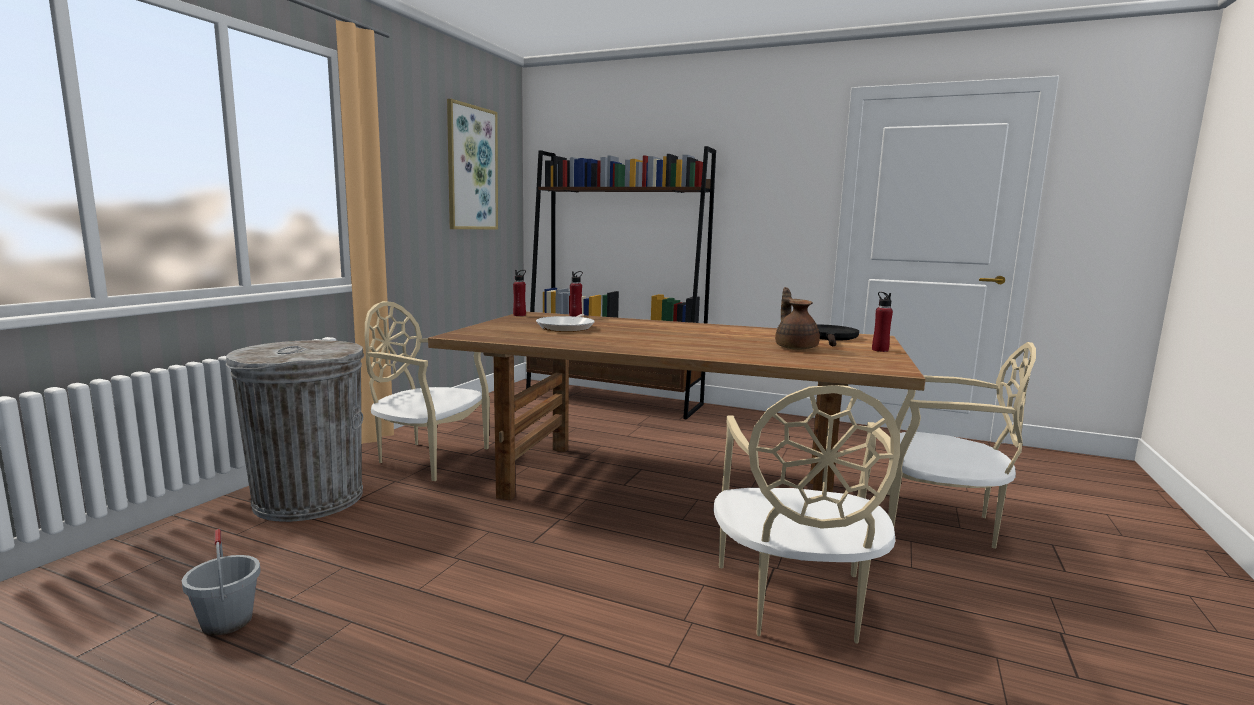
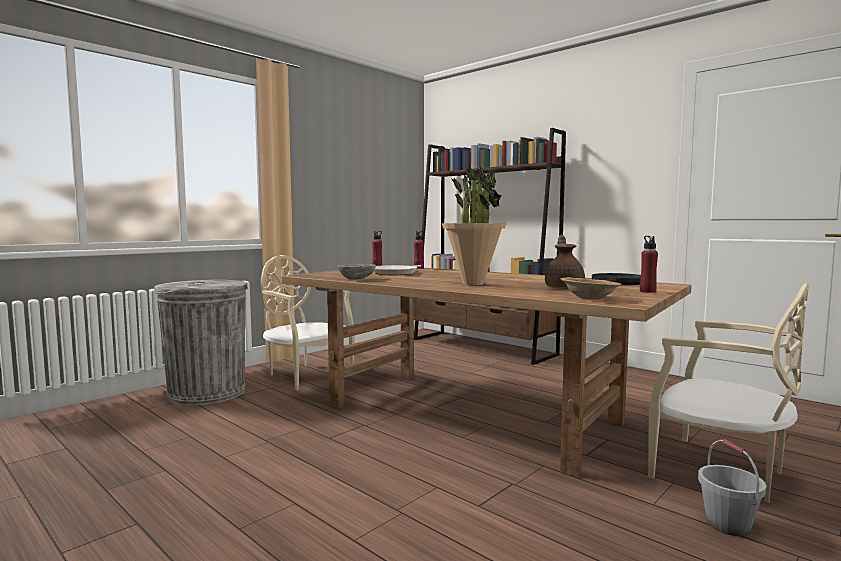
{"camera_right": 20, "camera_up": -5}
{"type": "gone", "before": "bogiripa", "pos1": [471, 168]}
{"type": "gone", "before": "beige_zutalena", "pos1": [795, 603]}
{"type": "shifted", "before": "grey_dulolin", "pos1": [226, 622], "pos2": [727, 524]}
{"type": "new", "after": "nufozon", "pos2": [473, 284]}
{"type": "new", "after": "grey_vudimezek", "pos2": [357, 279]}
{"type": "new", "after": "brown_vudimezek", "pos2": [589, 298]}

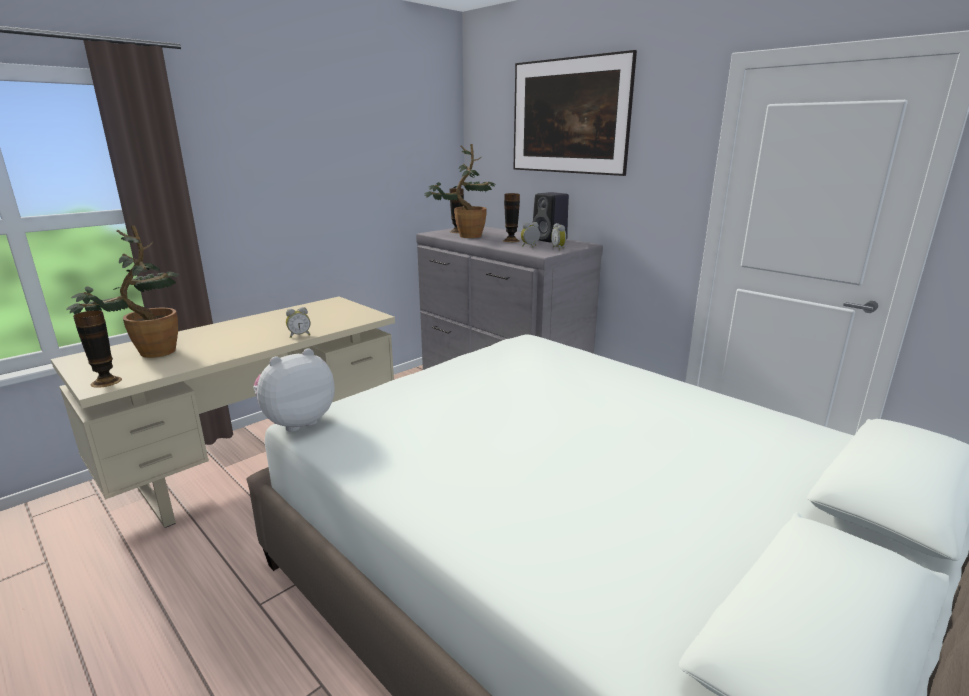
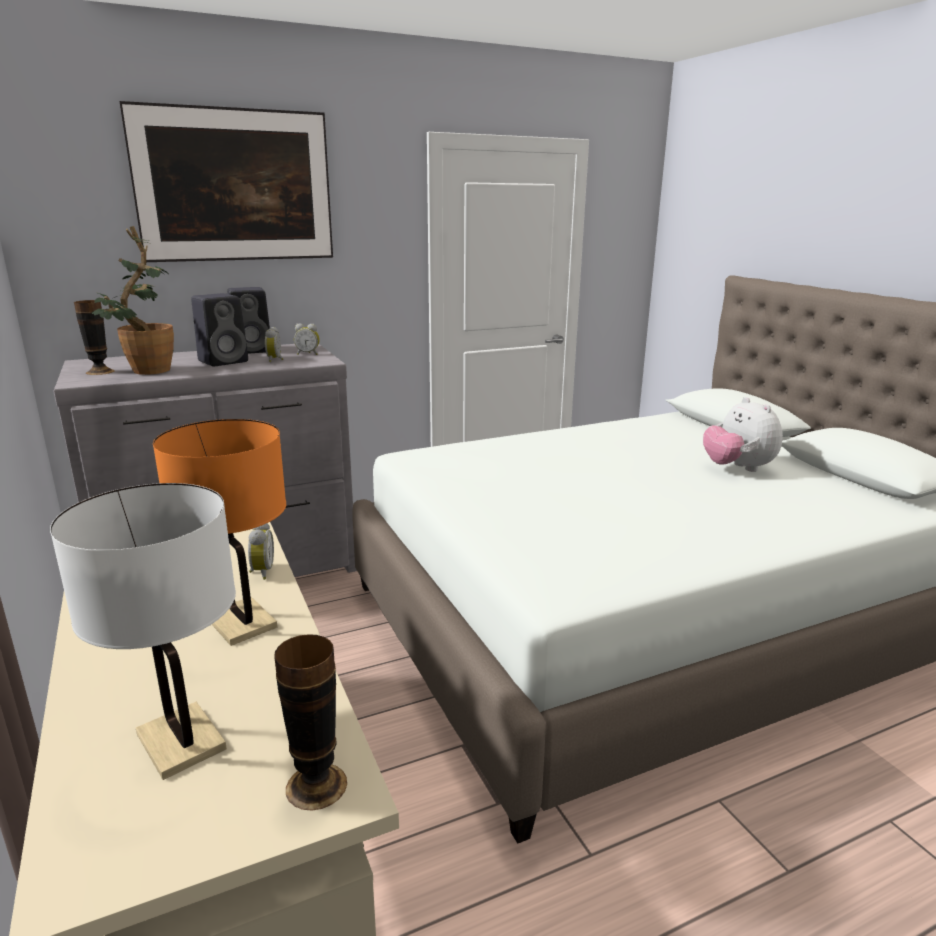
{"camera_right": -70, "camera_up": 0}
{"type": "swapped", "before": "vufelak", "after": "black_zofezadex", "pos1": [511, 240], "pos2": [224, 361]}
{"type": "swapped", "before": "nufozon", "after": "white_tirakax", "pos1": [148, 354], "pos2": [180, 741]}
{"type": "shifted", "before": "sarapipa", "pos1": [297, 422], "pos2": [737, 468]}
{"type": "new", "after": "orange_tirakax", "pos2": [241, 623]}

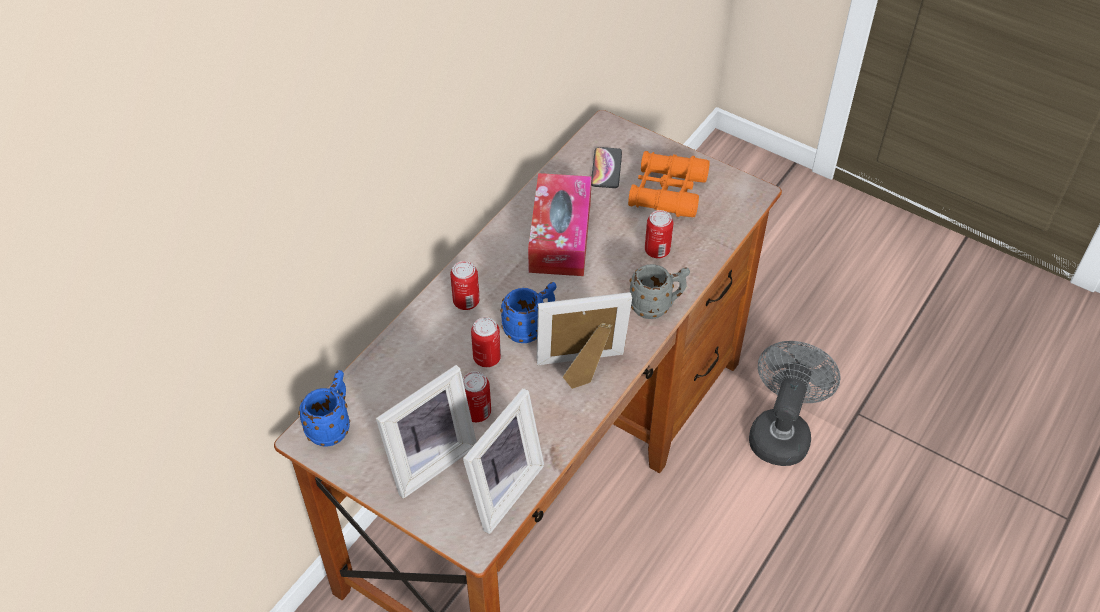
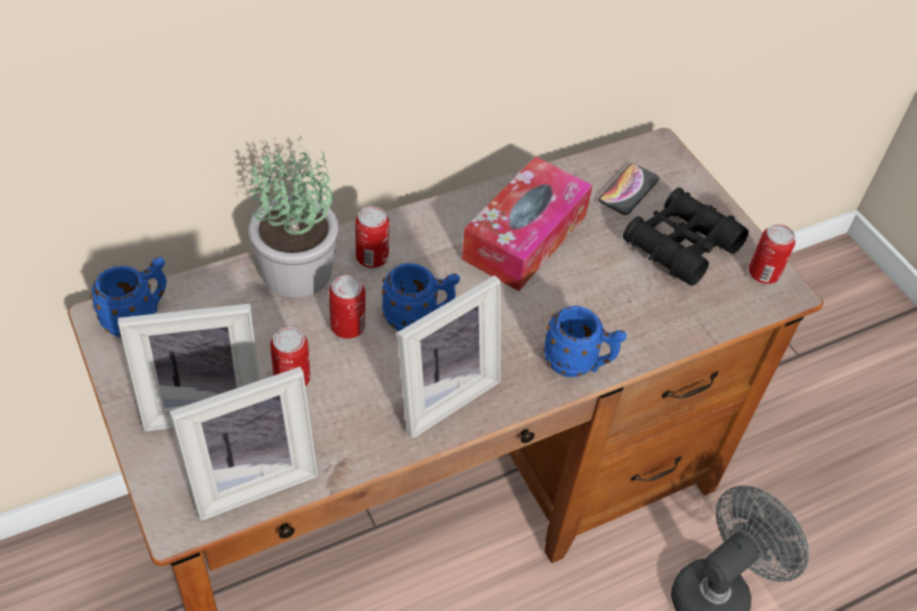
{"camera_right": 25, "camera_up": 0}
{"type": "repainted", "before": "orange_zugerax", "after": "black_zugerax", "pos1": [667, 192], "pos2": [680, 245]}
{"type": "shifted", "before": "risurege", "pos1": [657, 251], "pos2": [763, 274]}
{"type": "repainted", "before": "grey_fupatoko", "after": "blue_fupatoko", "pos1": [657, 306], "pos2": [578, 364]}
{"type": "rotated", "before": "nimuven", "pos1": [582, 370], "pos2": [441, 393], "turn": 120}
{"type": "new", "after": "nufozon", "pos2": [298, 272]}

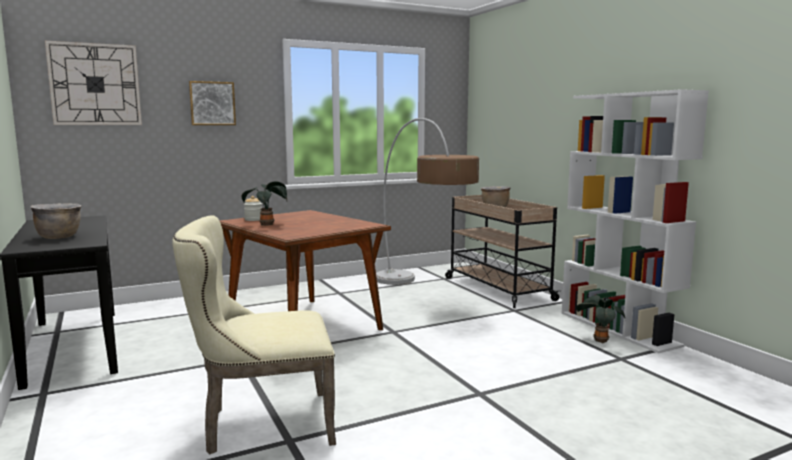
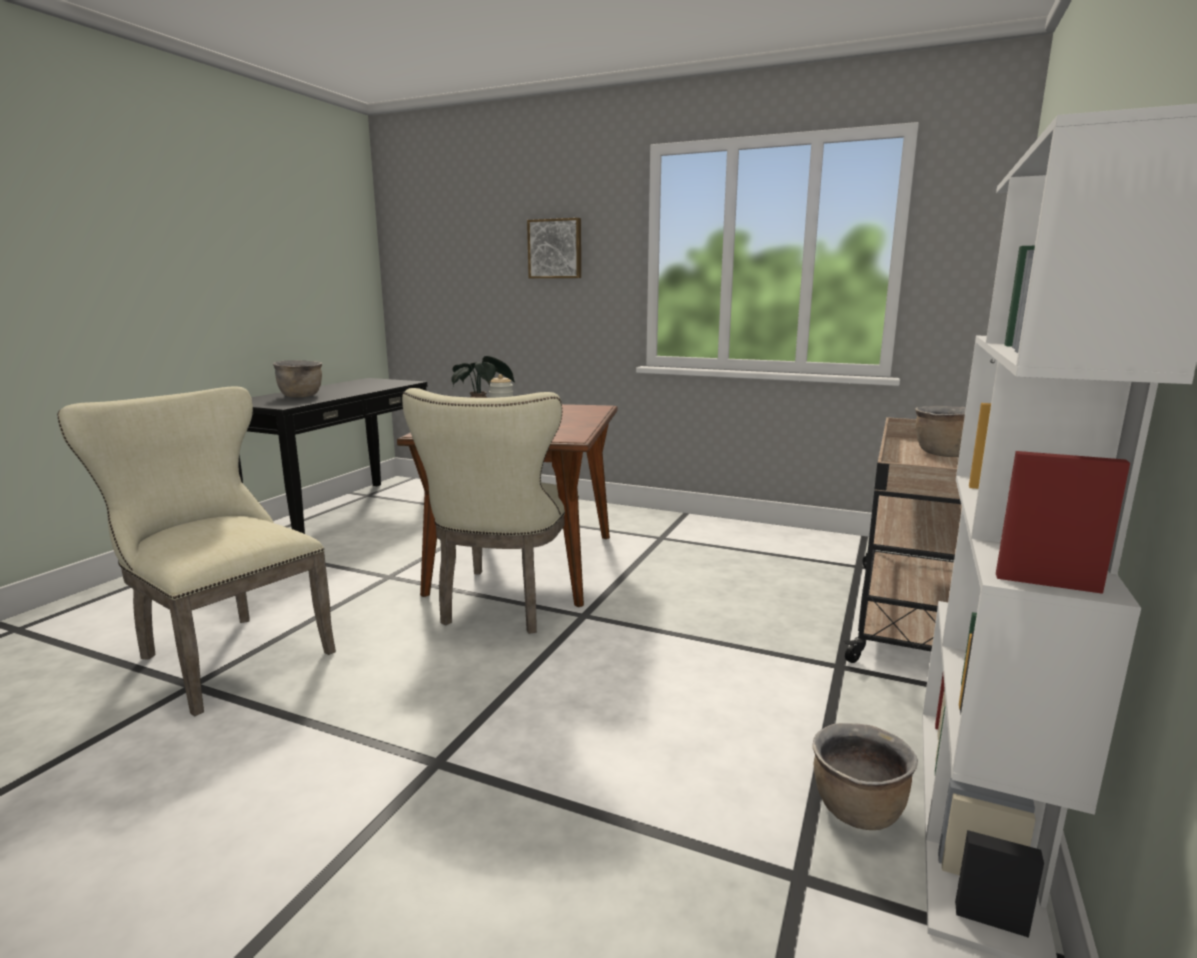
{"camera_right": 50, "camera_up": 5}
{"type": "gone", "before": "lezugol", "pos1": [95, 84]}
{"type": "gone", "before": "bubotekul", "pos1": [422, 293]}
{"type": "swapped", "before": "nufozon", "after": "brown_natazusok", "pos1": [599, 340], "pos2": [856, 811]}
{"type": "new", "after": "beige_zutalena", "pos2": [505, 605]}

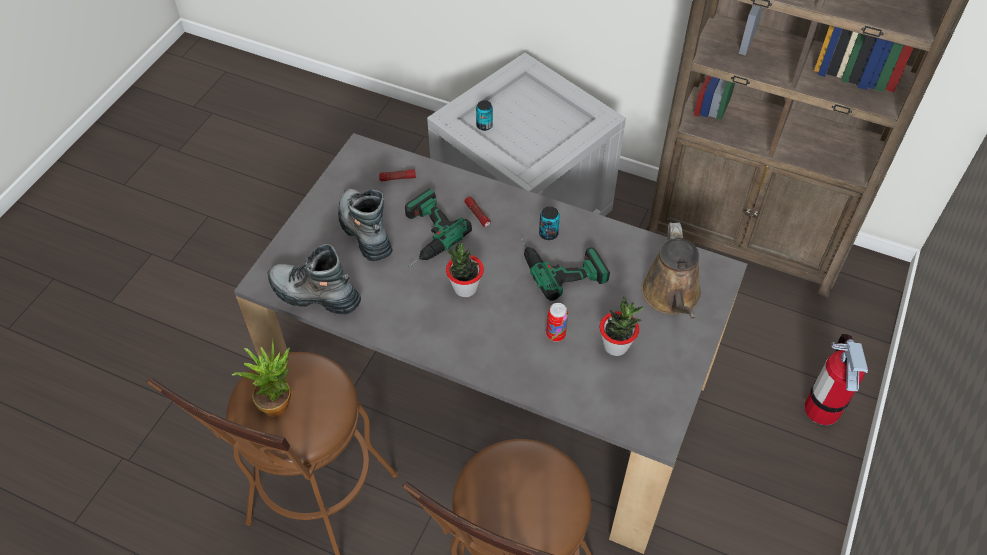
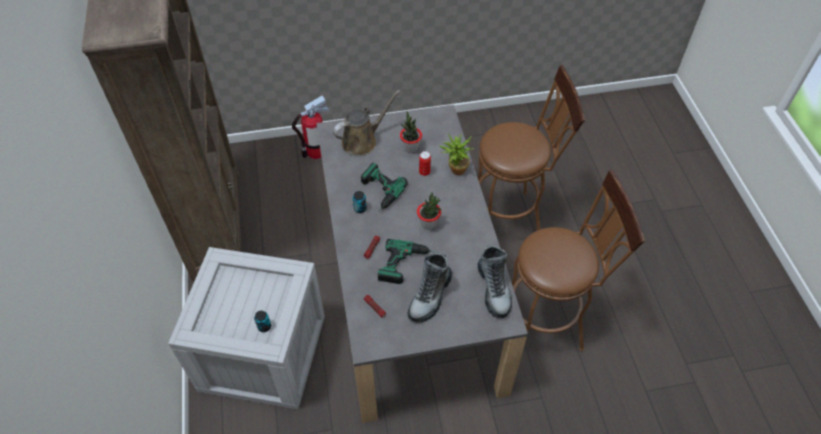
{"camera_right": -125, "camera_up": 0}
{"type": "shifted", "before": "nufozon", "pos1": [277, 400], "pos2": [455, 170]}

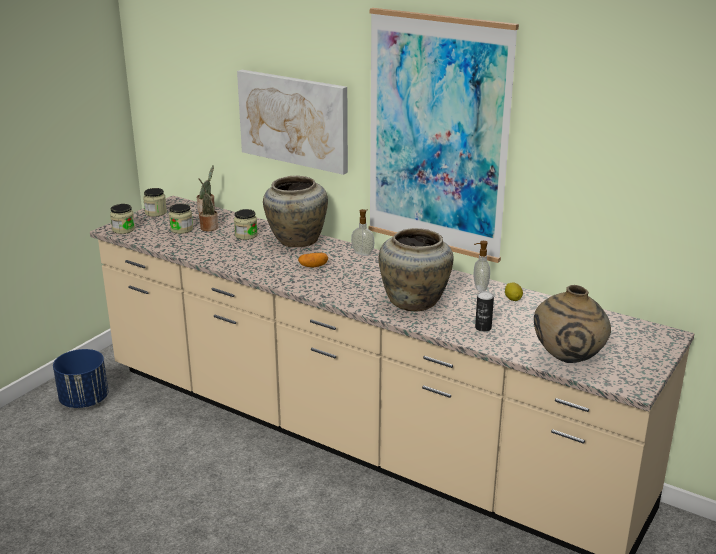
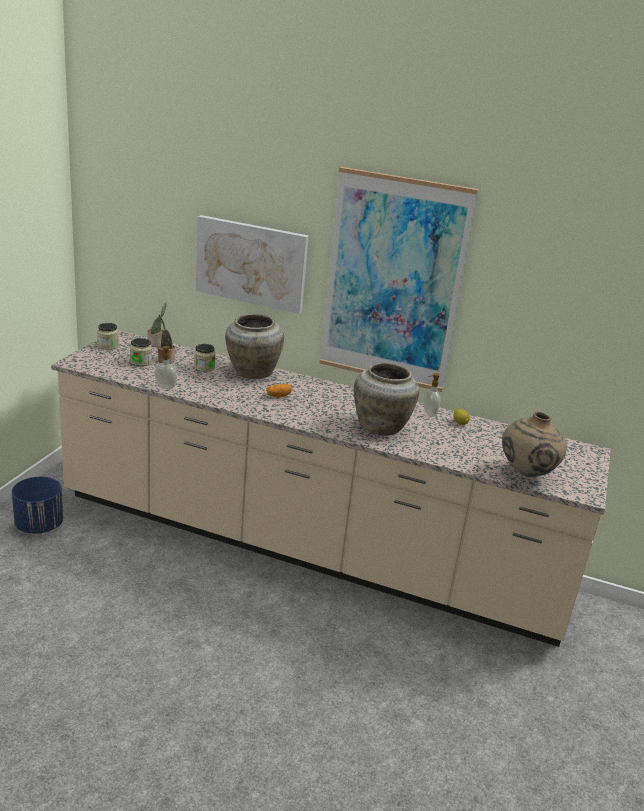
{"camera_right": -15, "camera_up": 0}
{"type": "gone", "before": "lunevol", "pos1": [123, 229]}
{"type": "shifted", "before": "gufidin", "pos1": [363, 253], "pos2": [166, 387]}
{"type": "gone", "before": "risurege", "pos1": [483, 328]}

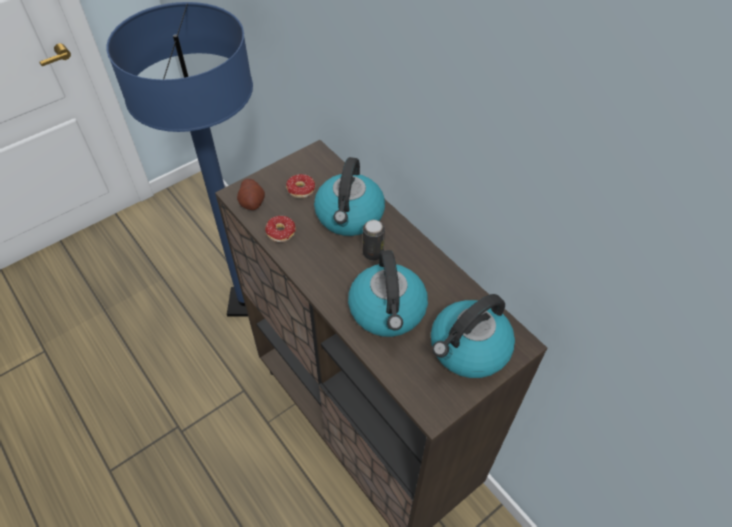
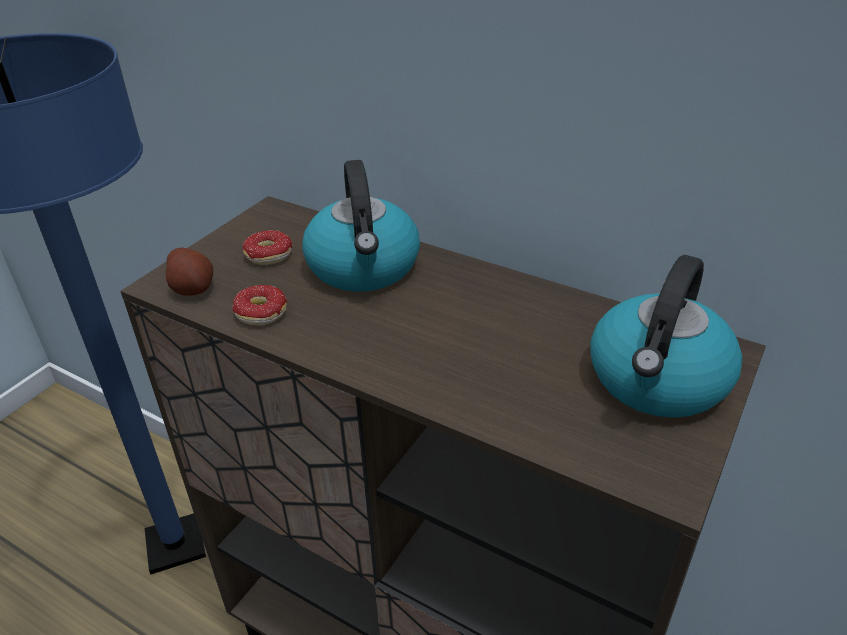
{"camera_right": -20, "camera_up": -15}
{"type": "gone", "before": "risurege", "pos1": [373, 253]}
{"type": "gone", "before": "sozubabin", "pos1": [388, 311]}

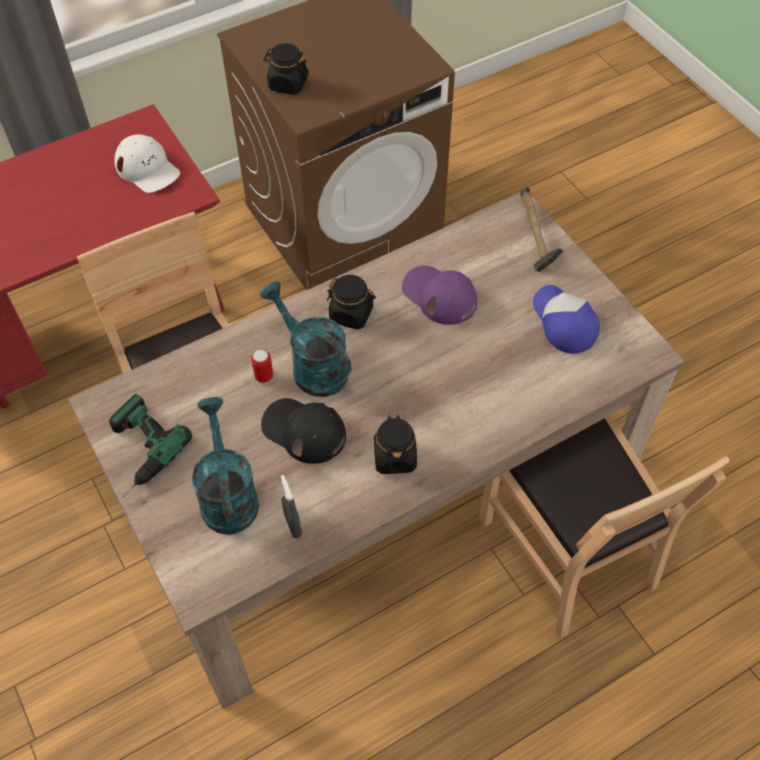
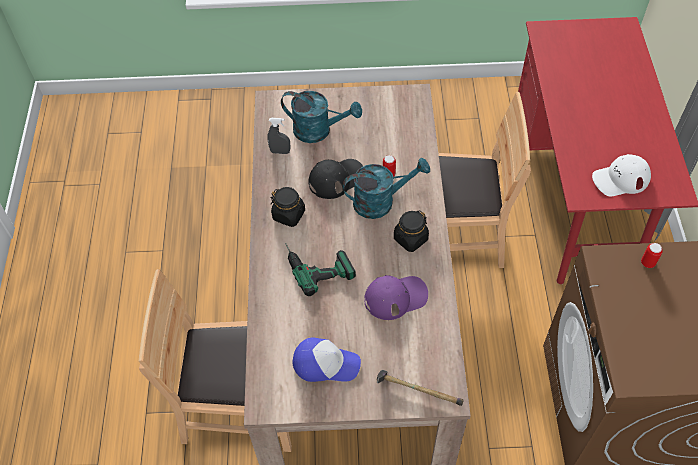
{"camera_right": 120, "camera_up": 0}
{"type": "swapped", "before": "black_lunevol", "after": "risurege", "pos1": [287, 84], "pos2": [647, 263]}
{"type": "shifted", "before": "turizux", "pos1": [136, 452], "pos2": [317, 263]}

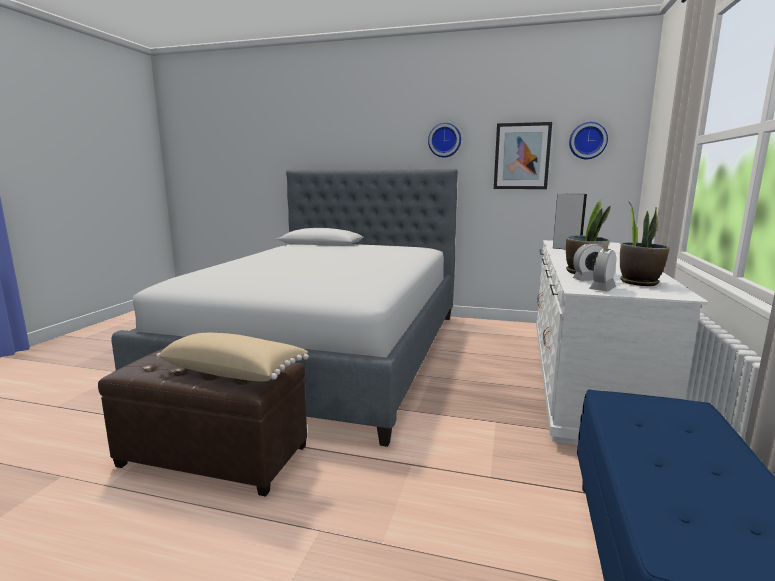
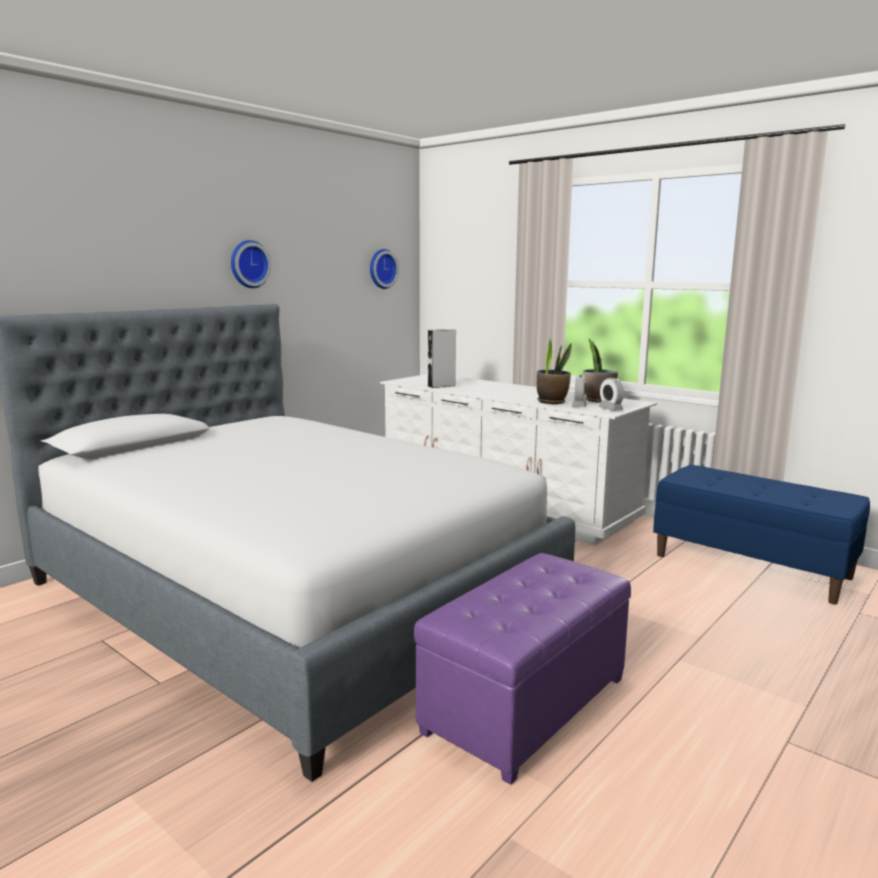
{"camera_right": -65, "camera_up": 0}
{"type": "gone", "before": "bogiripa", "pos1": [522, 156]}
{"type": "gone", "before": "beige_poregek", "pos1": [235, 371]}
{"type": "repainted", "before": "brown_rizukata", "after": "purple_rizukata", "pos1": [214, 455], "pos2": [525, 704]}

